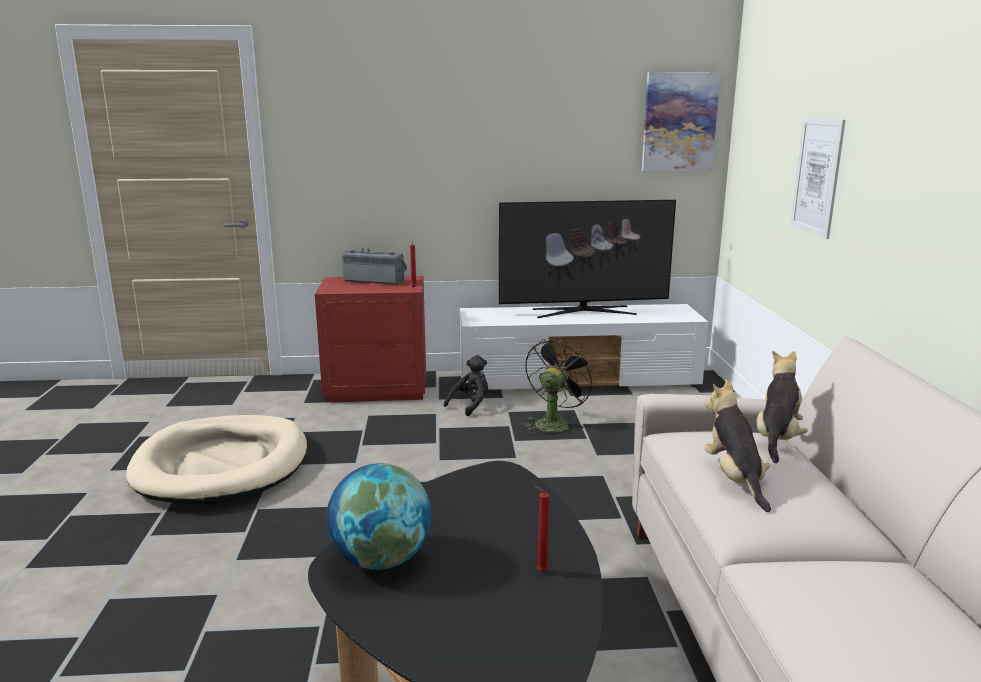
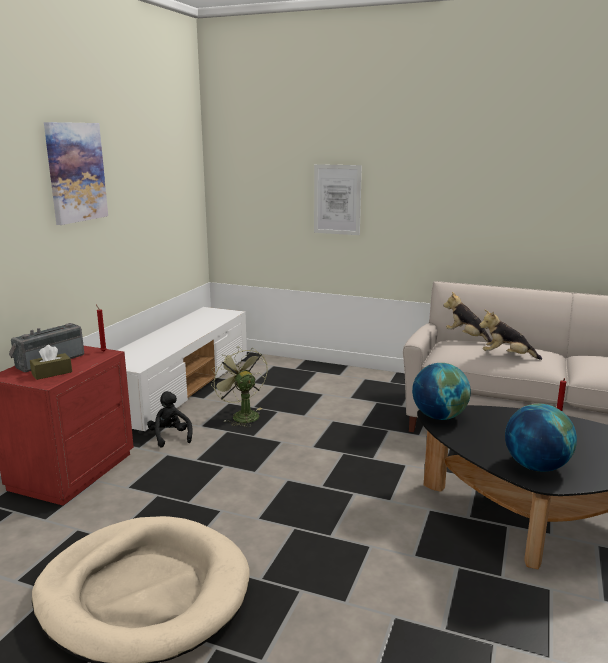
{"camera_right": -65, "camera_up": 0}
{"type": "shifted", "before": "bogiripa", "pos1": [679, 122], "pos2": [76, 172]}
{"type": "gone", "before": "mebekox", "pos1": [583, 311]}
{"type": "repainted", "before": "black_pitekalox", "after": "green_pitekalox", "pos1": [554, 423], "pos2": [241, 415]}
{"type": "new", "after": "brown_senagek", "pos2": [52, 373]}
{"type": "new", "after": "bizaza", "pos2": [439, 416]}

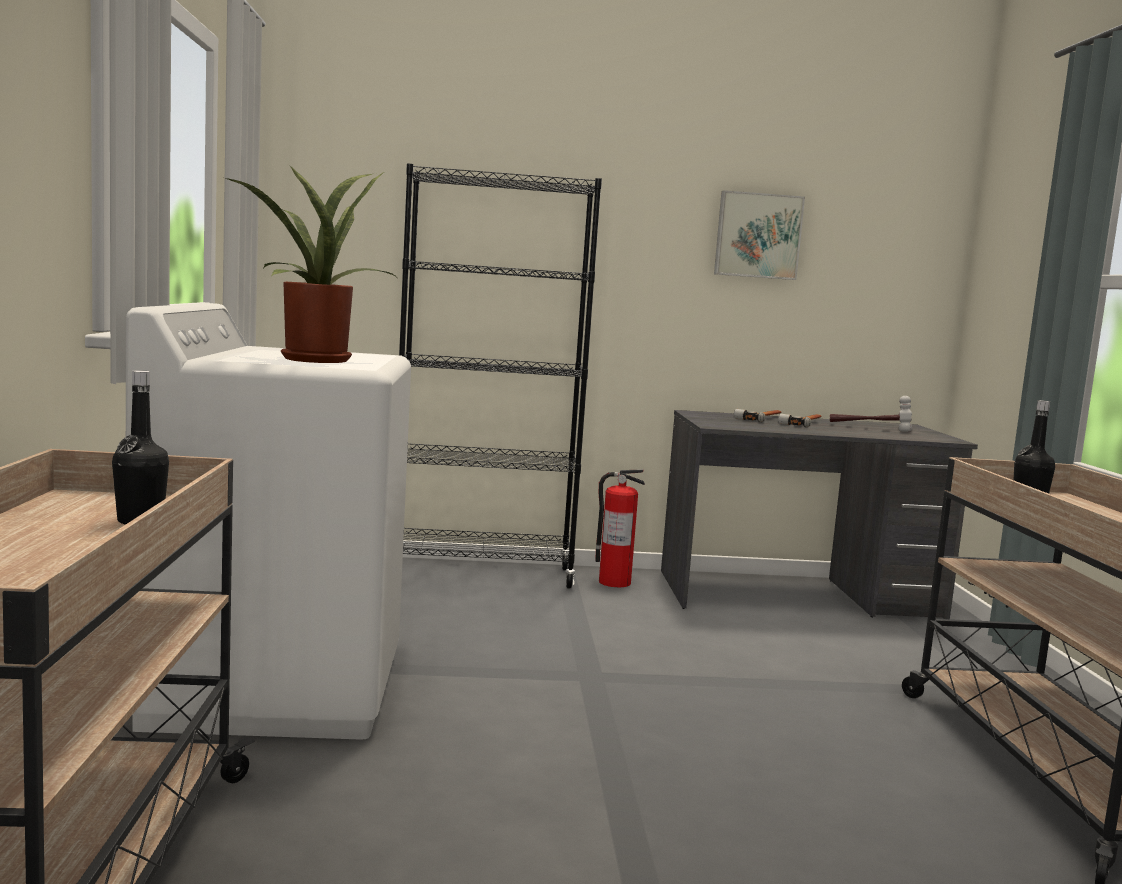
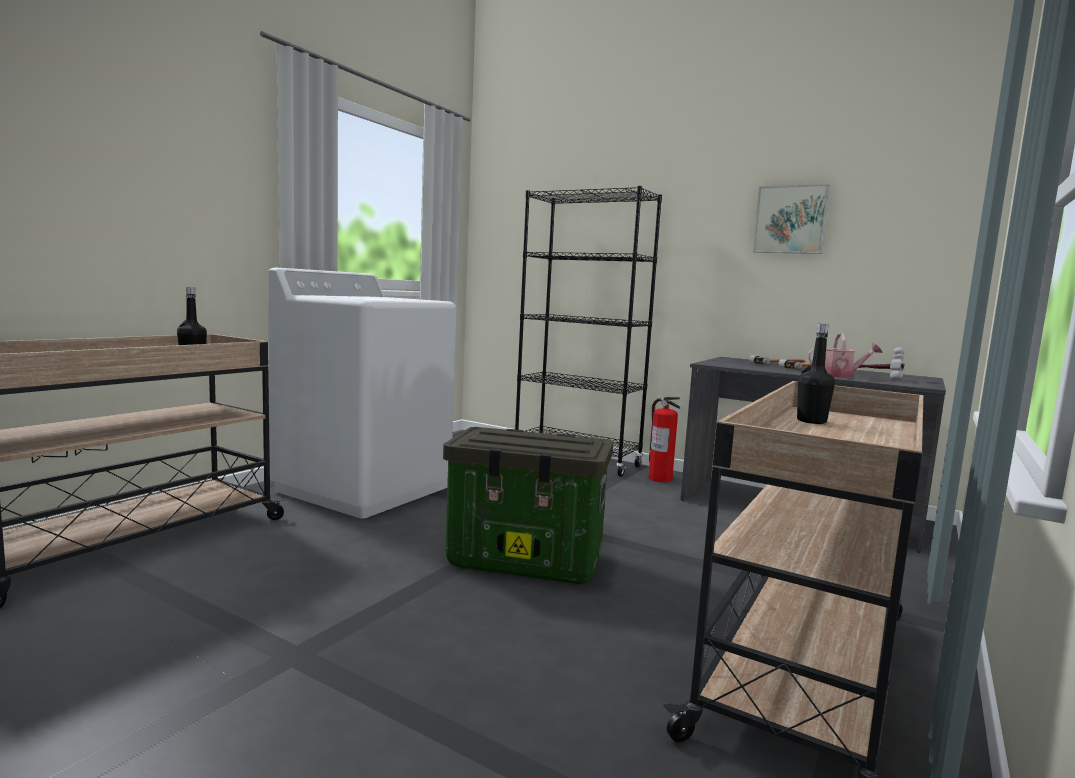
{"camera_right": 35, "camera_up": 0}
{"type": "gone", "before": "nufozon", "pos1": [313, 359]}
{"type": "new", "after": "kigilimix", "pos2": [841, 376]}
{"type": "new", "after": "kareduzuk", "pos2": [528, 560]}

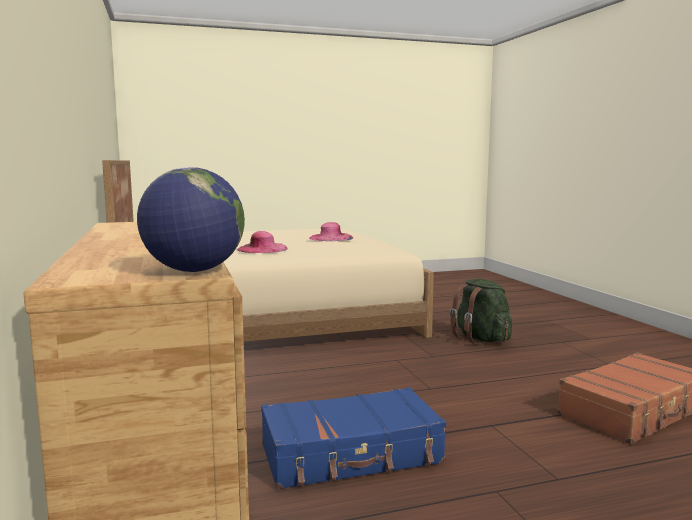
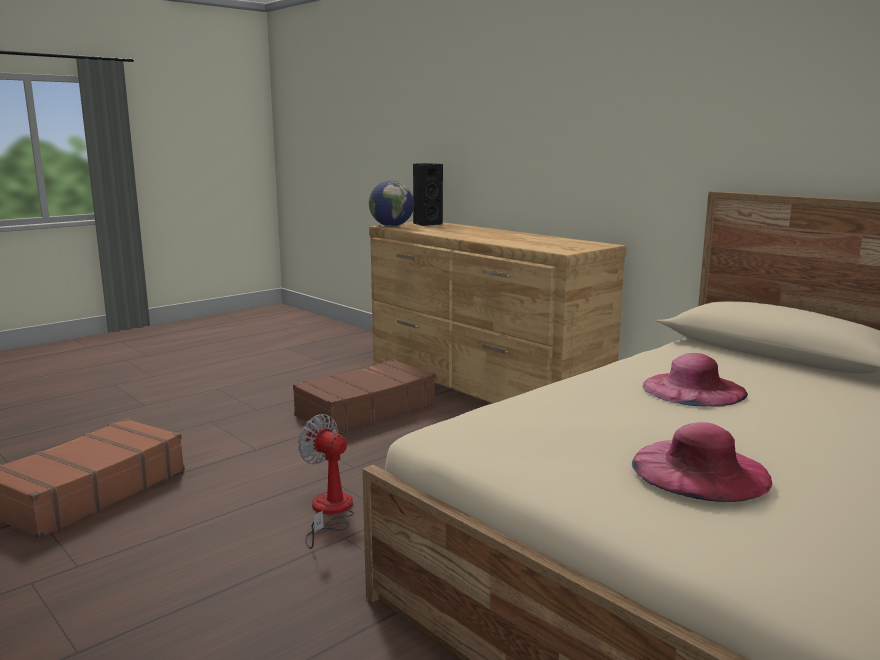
{"camera_right": 155, "camera_up": 5}
{"type": "gone", "before": "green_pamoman", "pos1": [481, 339]}
{"type": "repainted", "before": "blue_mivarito", "after": "brown_mivarito", "pos1": [351, 455], "pos2": [365, 410]}
{"type": "new", "after": "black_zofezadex", "pos2": [426, 224]}
{"type": "new", "after": "pitekalox", "pos2": [329, 512]}

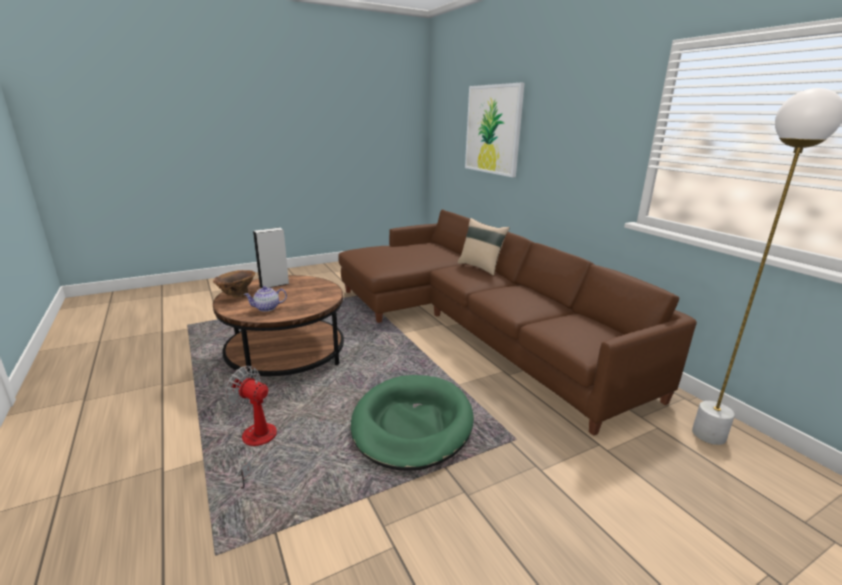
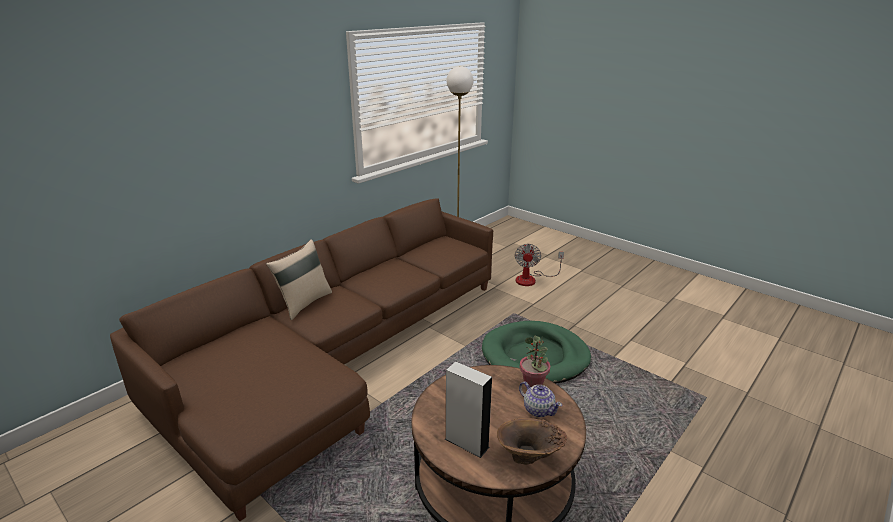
{"camera_right": -110, "camera_up": 5}
{"type": "gone", "before": "bogiripa", "pos1": [493, 129]}
{"type": "shifted", "before": "pitekalox", "pos1": [257, 444], "pos2": [531, 279]}
{"type": "new", "after": "nufozon", "pos2": [533, 384]}

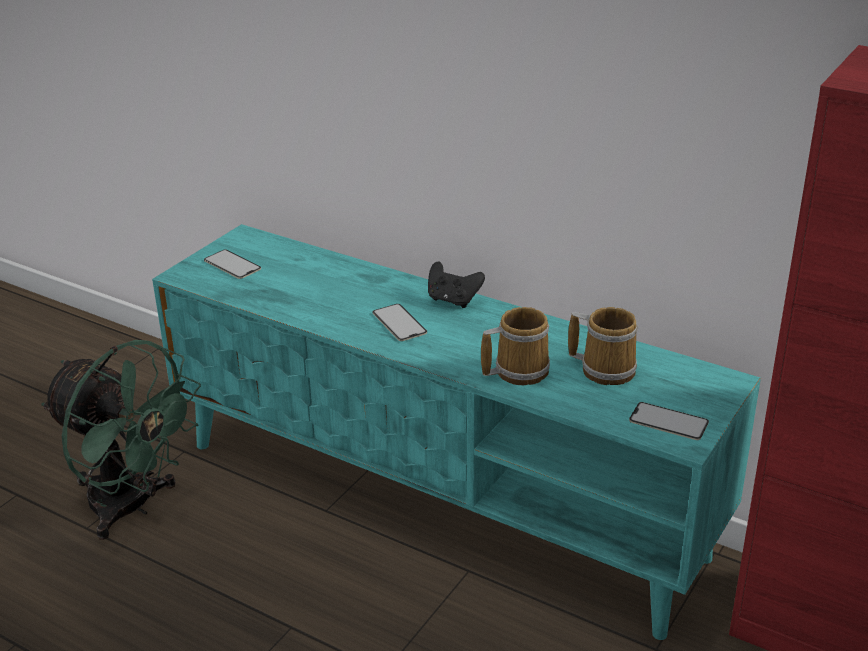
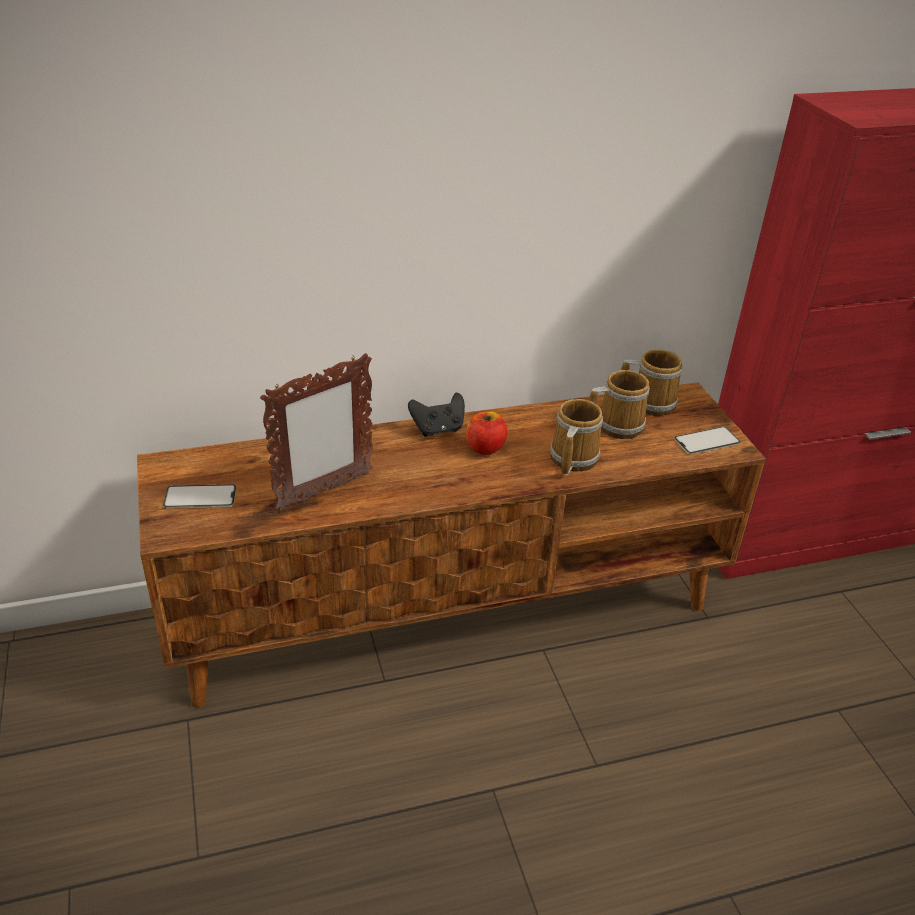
{"camera_right": -50, "camera_up": 5}
{"type": "repainted", "before": "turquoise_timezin", "after": "brown_timezin", "pos1": [440, 498], "pos2": [451, 611]}
{"type": "gone", "before": "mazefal", "pos1": [399, 323]}
{"type": "gone", "before": "green_pitekalox", "pos1": [132, 507]}
{"type": "new", "after": "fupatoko", "pos2": [649, 402]}
{"type": "new", "after": "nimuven", "pos2": [323, 491]}
{"type": "new", "after": "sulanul", "pos2": [485, 447]}

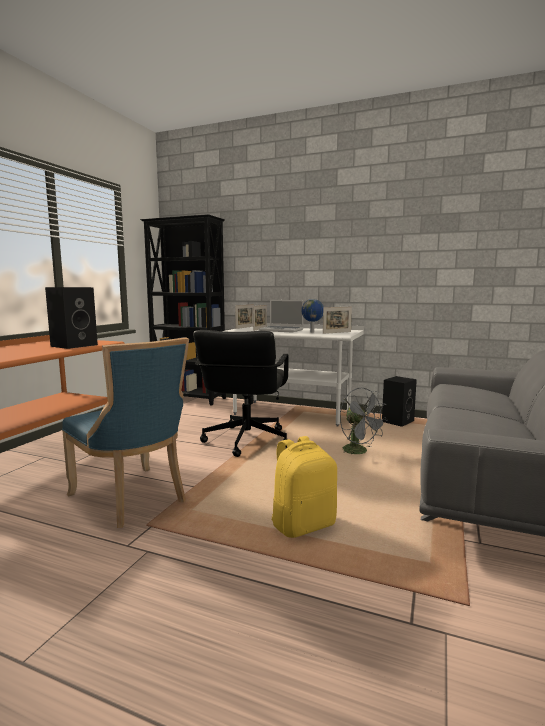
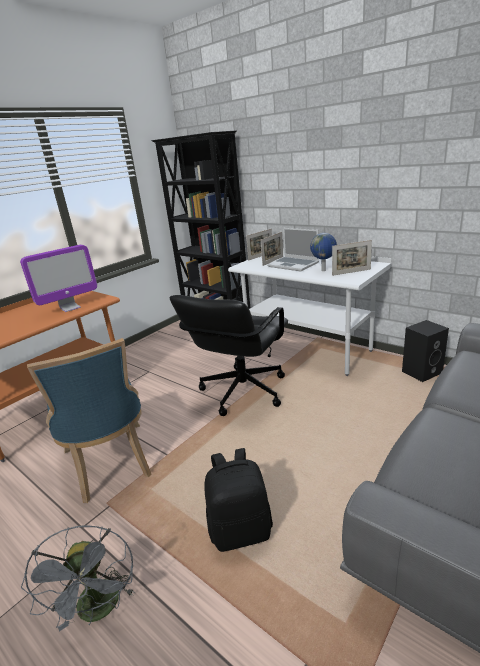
{"camera_right": 20, "camera_up": 15}
{"type": "swapped", "before": "black_zofezadex", "after": "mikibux", "pos1": [74, 345], "pos2": [70, 308]}
{"type": "shifted", "before": "grey_pitekalox", "pos1": [359, 452], "pos2": [100, 610]}
{"type": "repainted", "before": "yellow_pamoman", "after": "black_pamoman", "pos1": [303, 525], "pos2": [241, 530]}

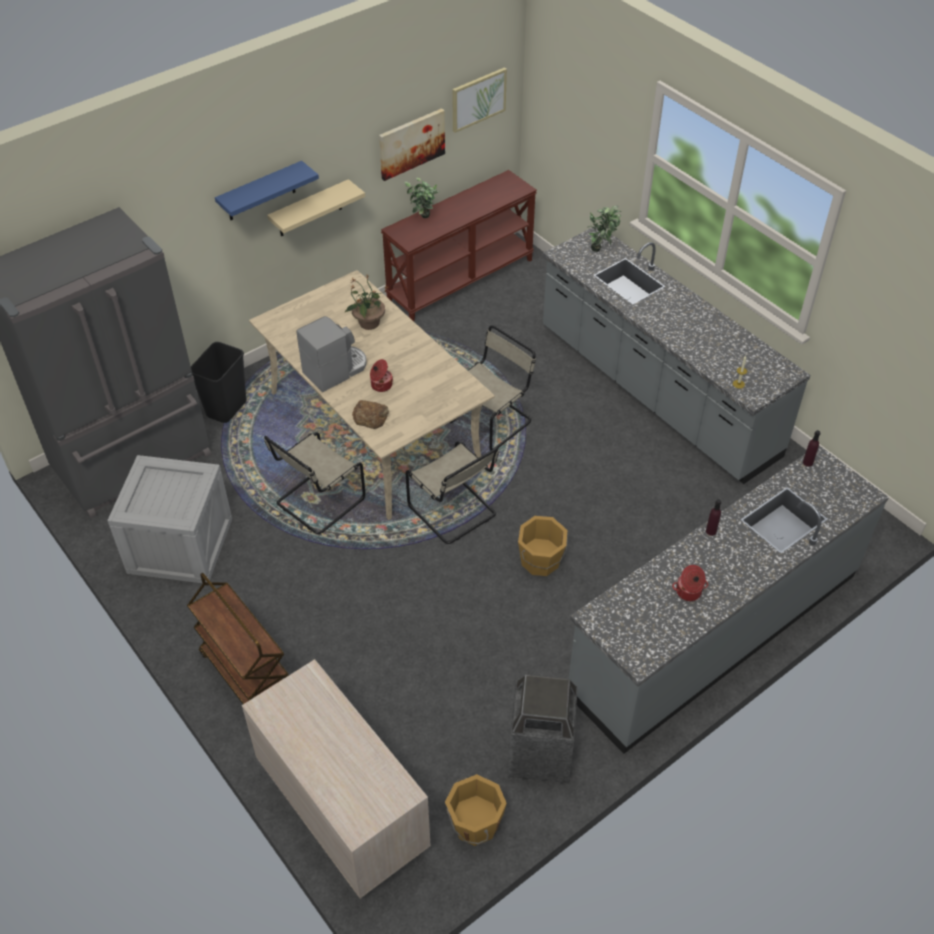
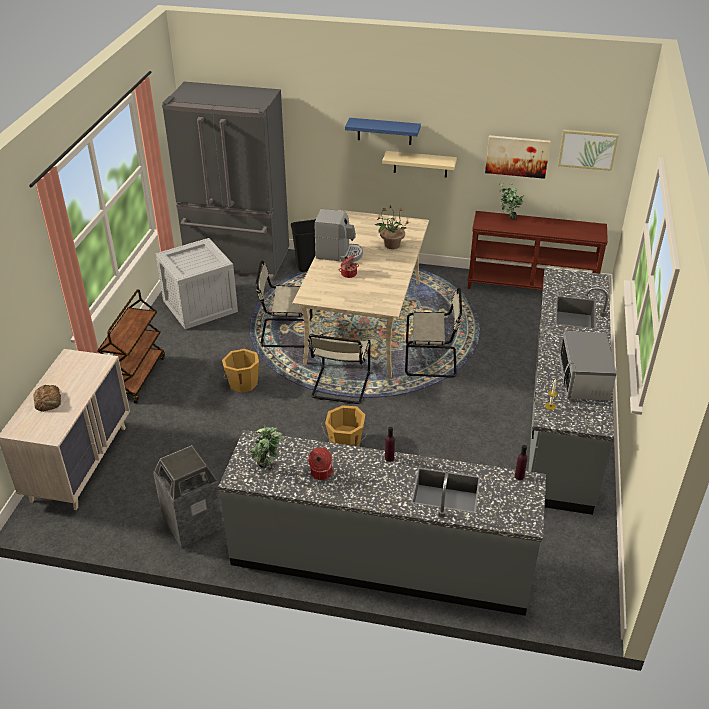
{"camera_right": 50, "camera_up": -10}
{"type": "shifted", "before": "nufozon", "pos1": [601, 249], "pos2": [268, 468]}
{"type": "shifted", "before": "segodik", "pos1": [370, 416], "pos2": [48, 401]}
{"type": "shifted", "before": "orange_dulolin", "pos1": [474, 824], "pos2": [242, 383]}
{"type": "new", "after": "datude", "pos2": [584, 380]}

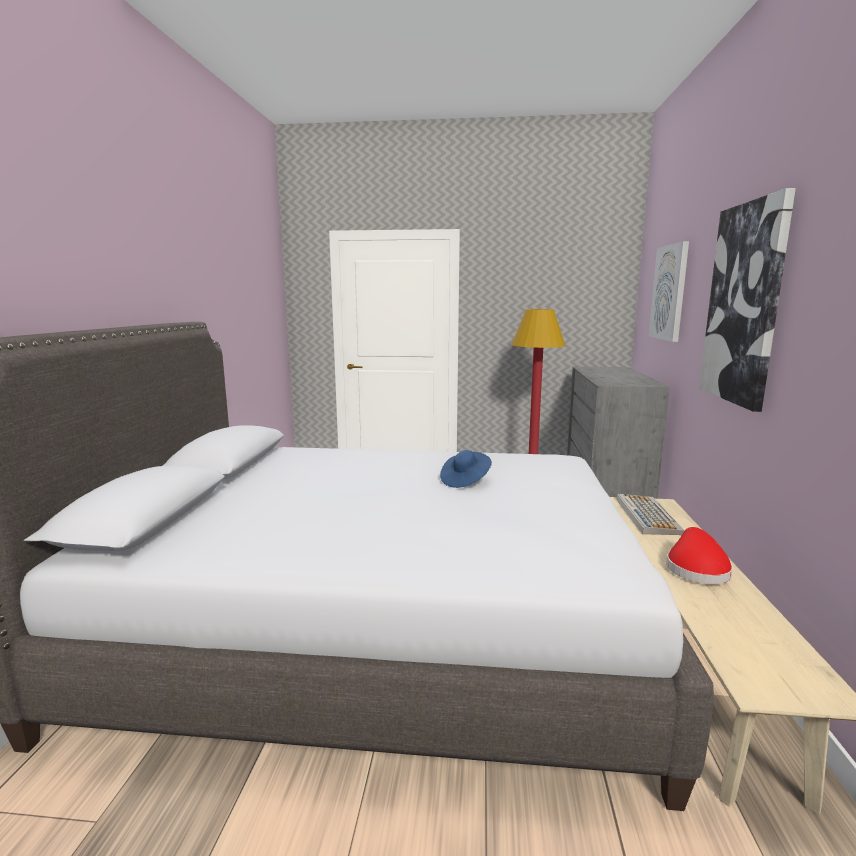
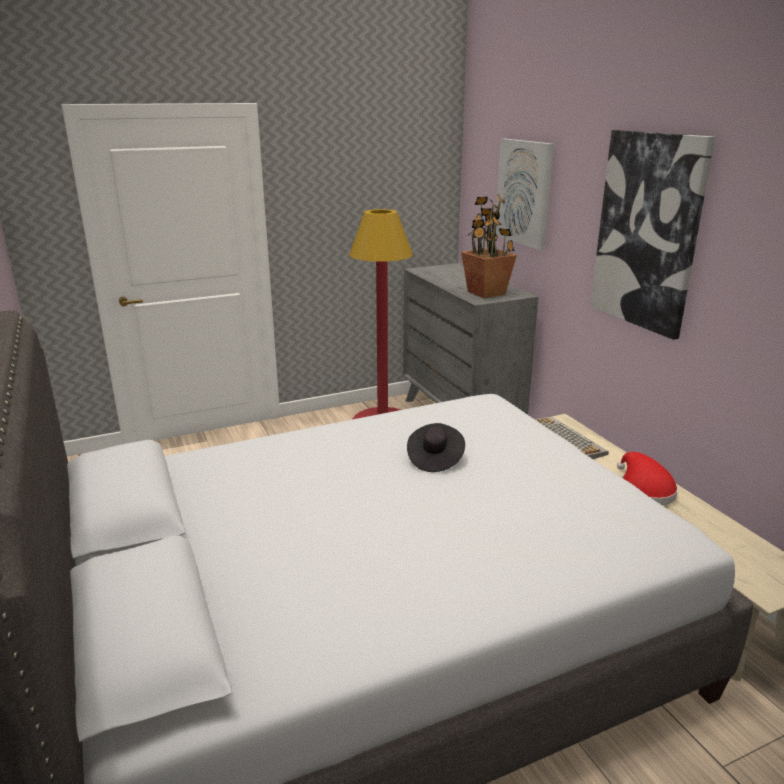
{"camera_right": -30, "camera_up": 10}
{"type": "repainted", "before": "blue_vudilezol", "after": "black_vudilezol", "pos1": [465, 481], "pos2": [434, 459]}
{"type": "new", "after": "nufozon", "pos2": [486, 293]}

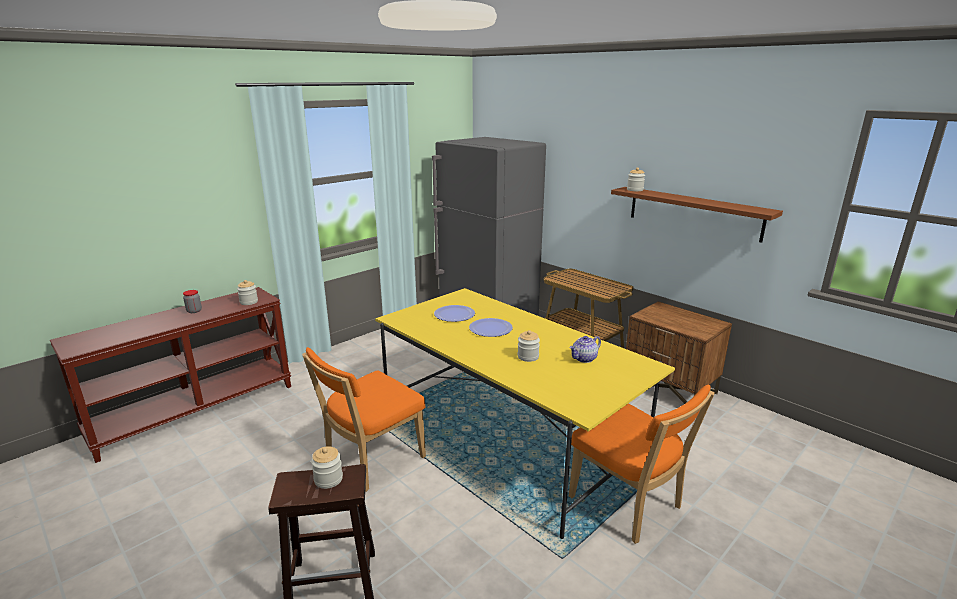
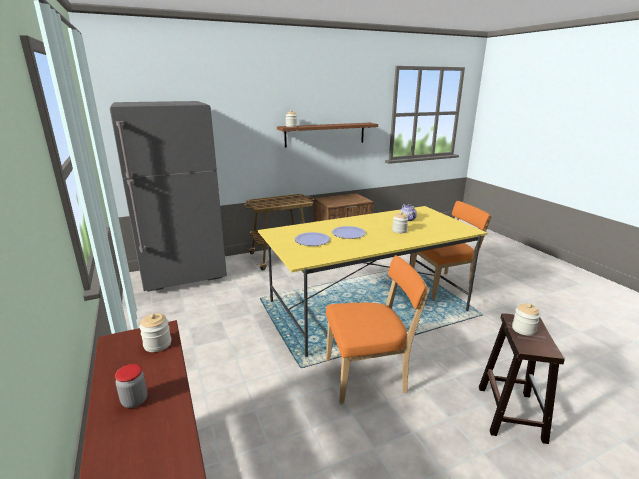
{"camera_right": -70, "camera_up": 0}
{"type": "rotated", "before": "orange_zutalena", "pos1": [371, 460], "pos2": [369, 375], "turn": -75}

